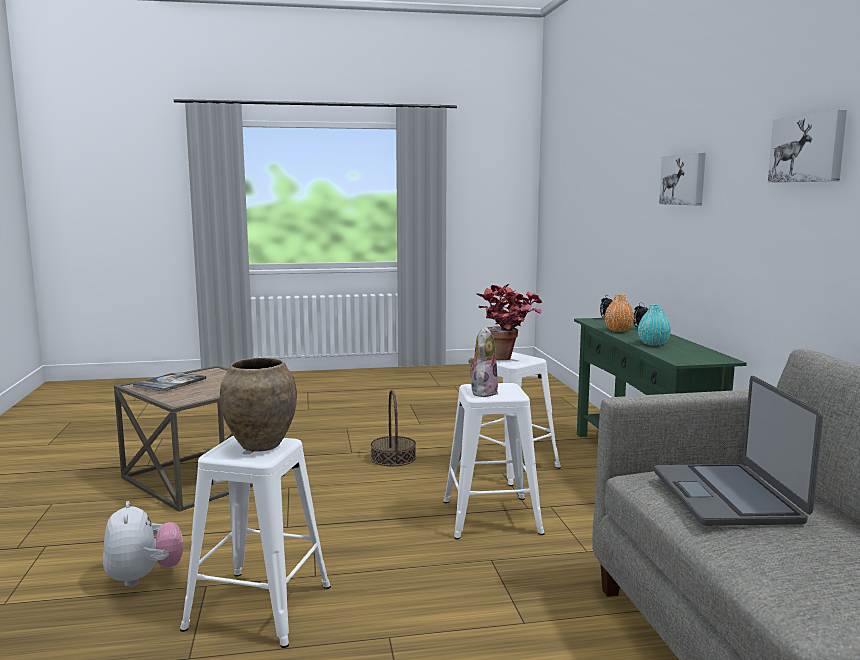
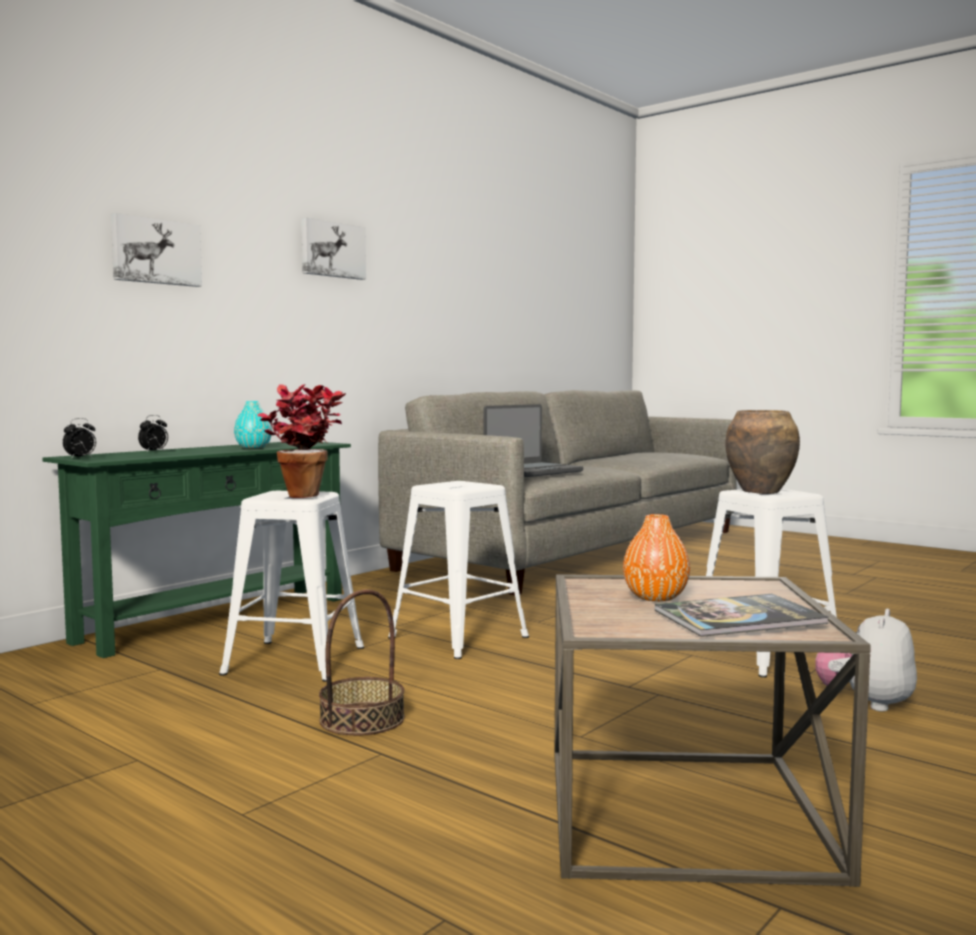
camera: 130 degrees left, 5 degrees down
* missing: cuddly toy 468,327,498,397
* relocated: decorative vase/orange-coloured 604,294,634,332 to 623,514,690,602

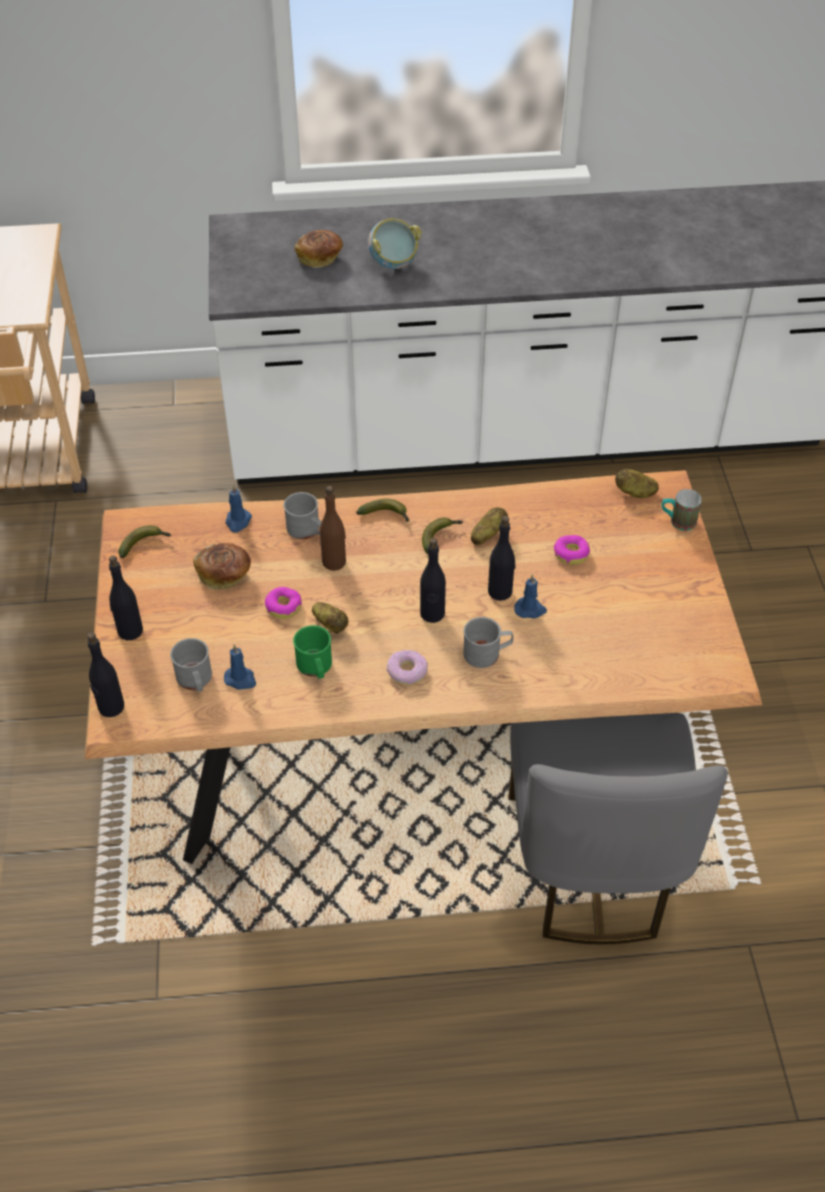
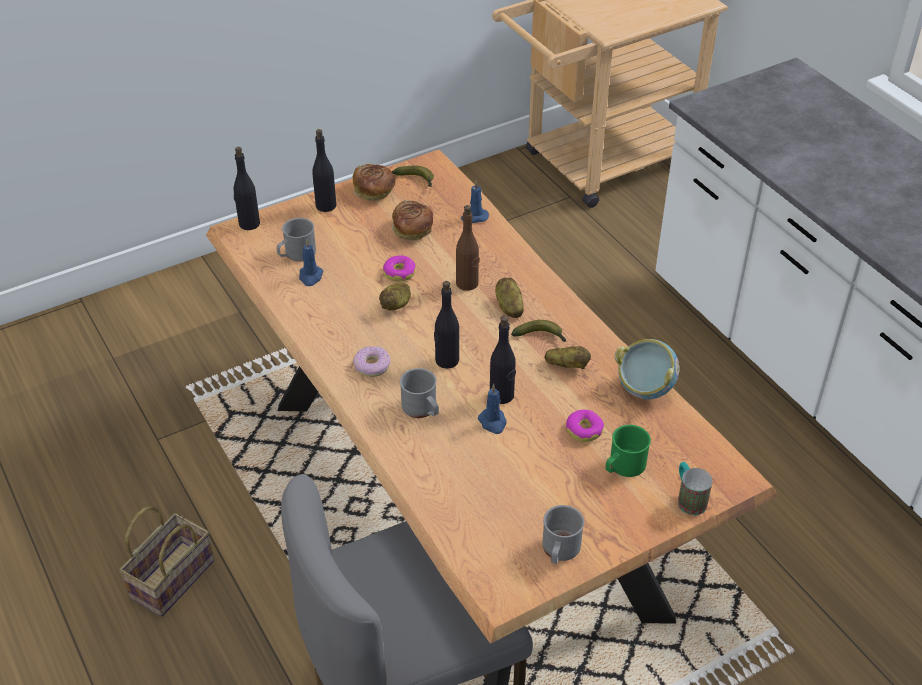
camera: 65 degrees right, 5 degrees down
* missing: banana 356,499,410,522
* appeared: storage basket 119,506,214,617
* relocated: coffee mug/gray 283,492,322,539 to 542,505,584,564
* relocated: coffee mug/green 293,625,332,679 to 605,425,651,477
* relocated: baked bread 295,230,343,268 to 353,164,396,201
* relocated: bowl 368,218,422,269 to 615,339,679,399
* relocated: spud 615,469,659,498 to 495,278,524,318

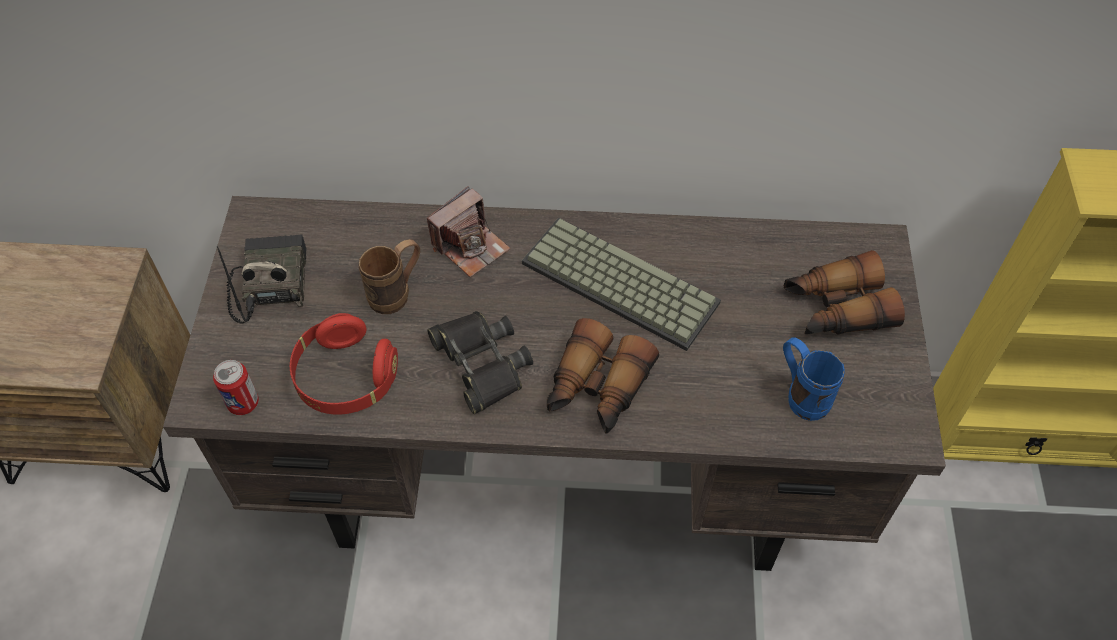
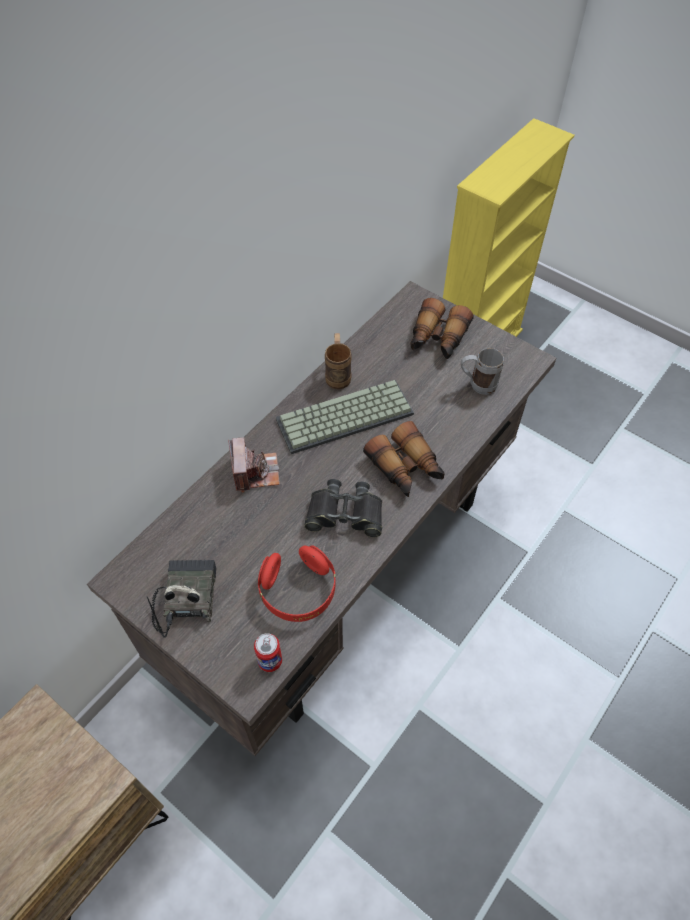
camera: 55 degrees left, 0 degrees up
* relocated: coffee mug/brown-coloured 358,239,420,314 to 325,333,352,389
* colour: coffee mug/blue 783,338,845,421 to coffee mug/gray 461,348,504,395
* spun: radio receiver 217,234,307,323 = 147,560,216,638 60 degrees clockwise

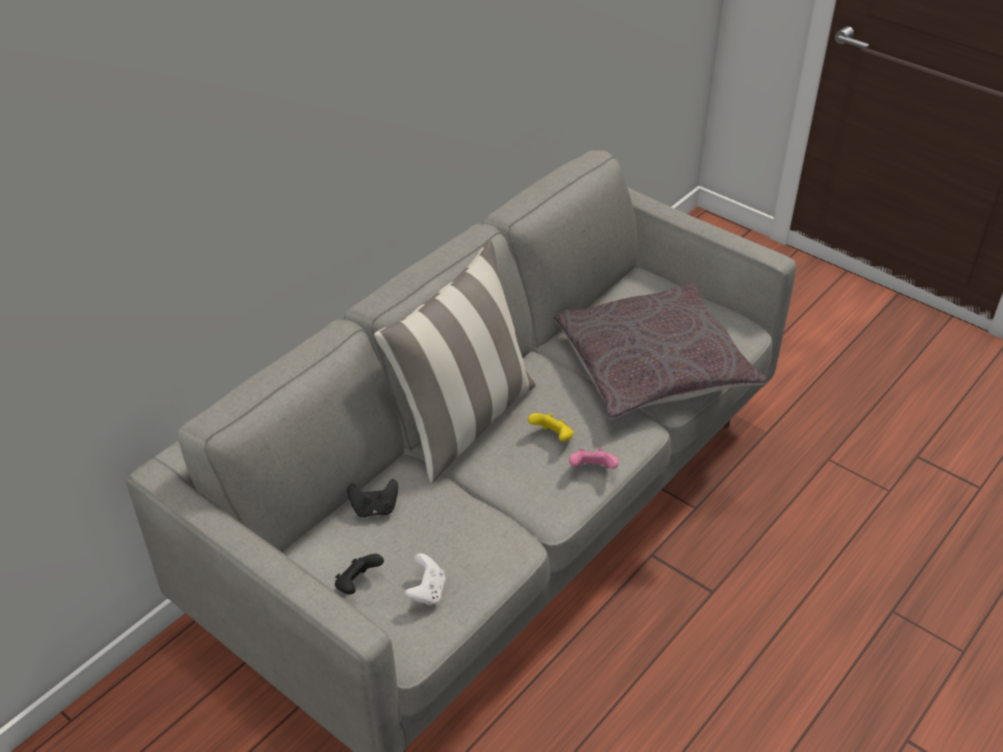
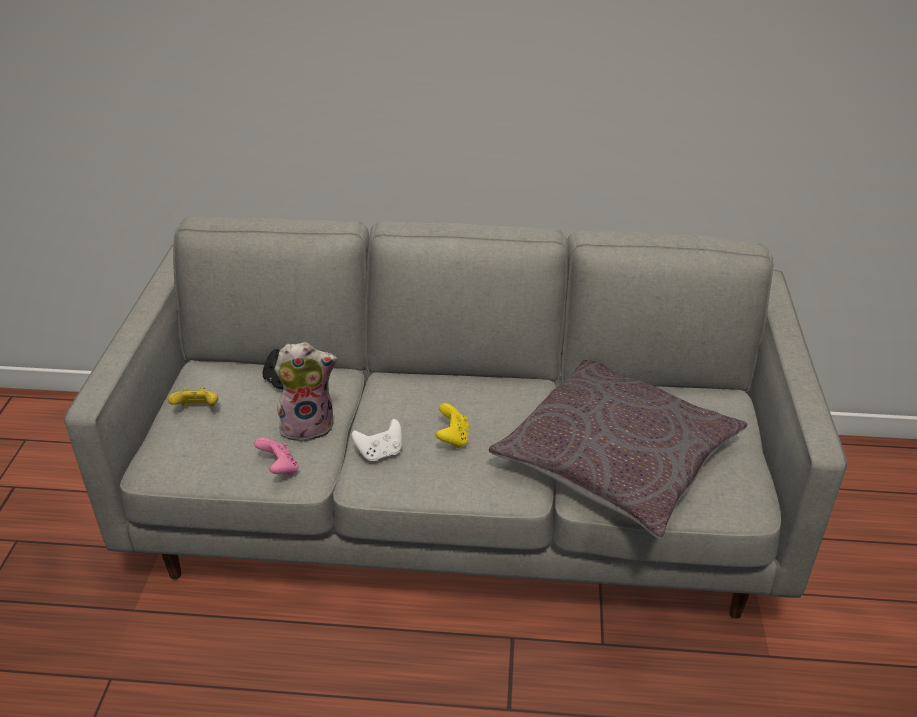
camera: 55 degrees right, 5 degrees down
* missing: throw pillow 374,240,535,484
* appeared: cuddly toy 274,342,337,442
* relocated: joypad/whitish 404,553,446,606 to 351,419,402,462
* relocated: joypad/pink 569,449,619,469 to 254,437,299,476
* colour: joypad/black-coloured 335,554,384,594 to joypad/yellow 168,387,218,407

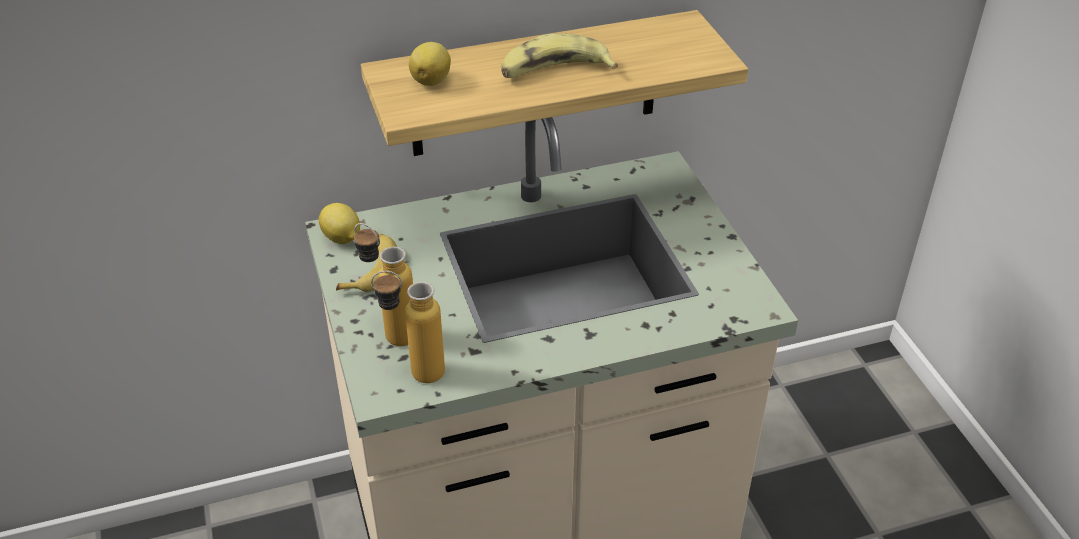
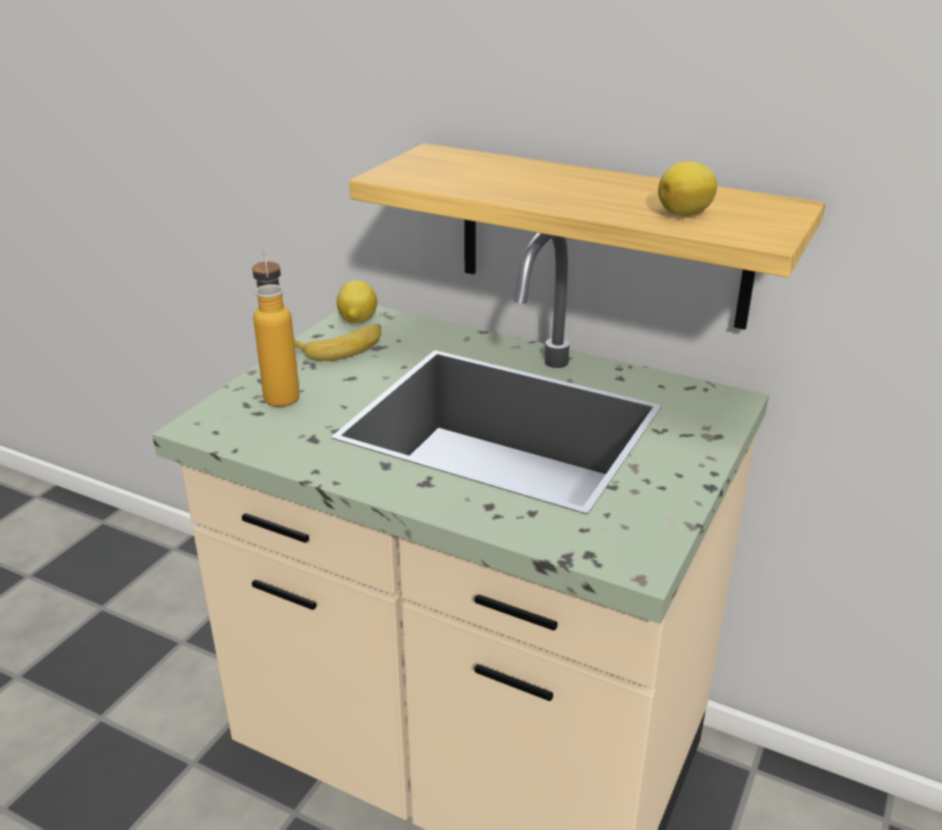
camera: 45 degrees right, 10 degrees down
* missing: drink bottle 371,271,445,383
* missing: banana 501,34,618,78
* relocated: citrus fruit 409,42,451,86 to 658,161,717,216

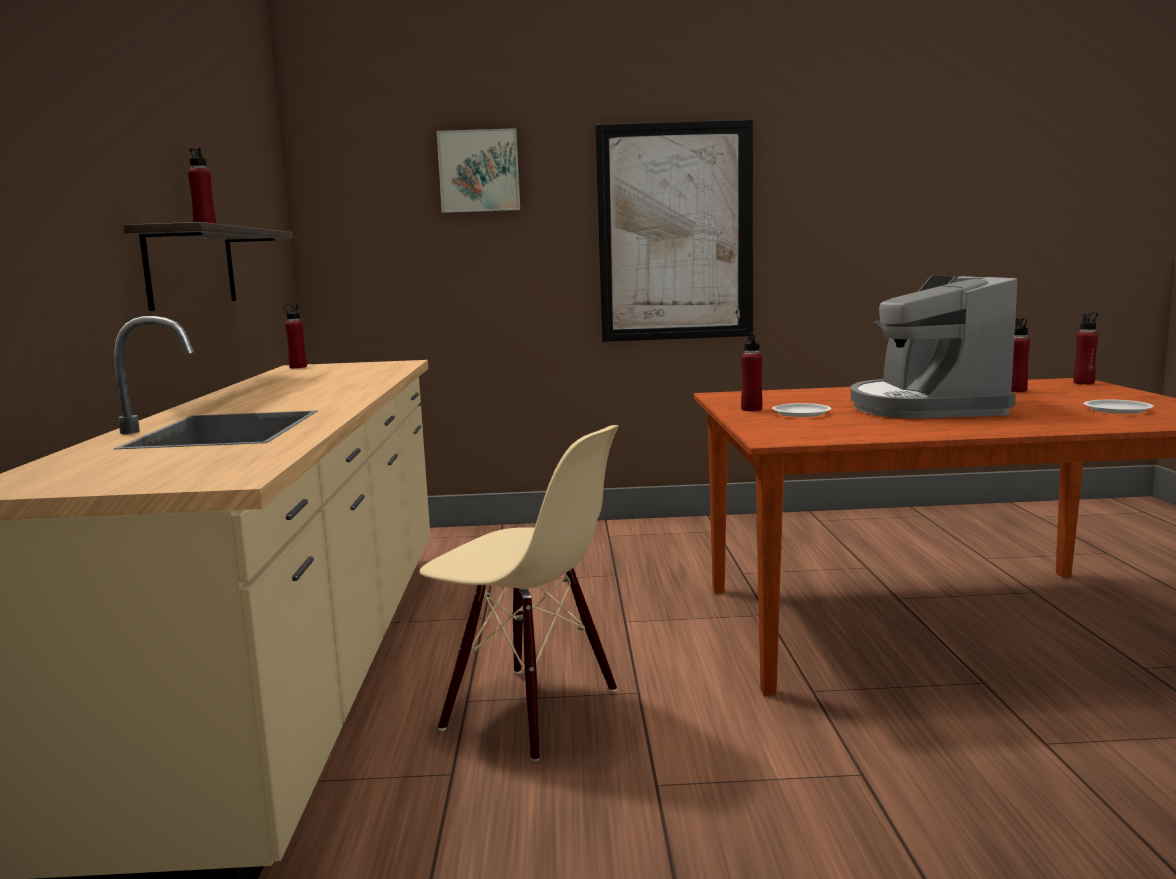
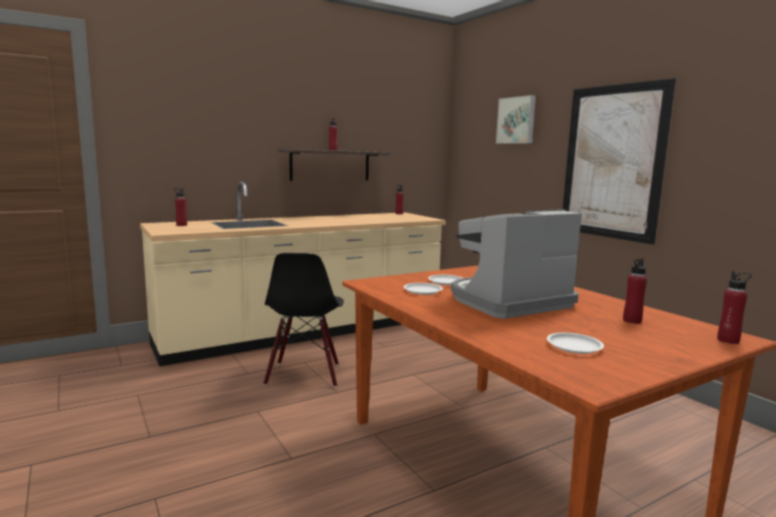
camera: 60 degrees right, 0 degrees up
* appeared: dinner plate/whitish 404,283,443,295
* relocated: drink bottle/reddish 741,332,763,411 to 174,188,187,226
* colour: upright chair/beige-coloured 419,425,618,762 to upright chair/black-coloured 263,253,344,387

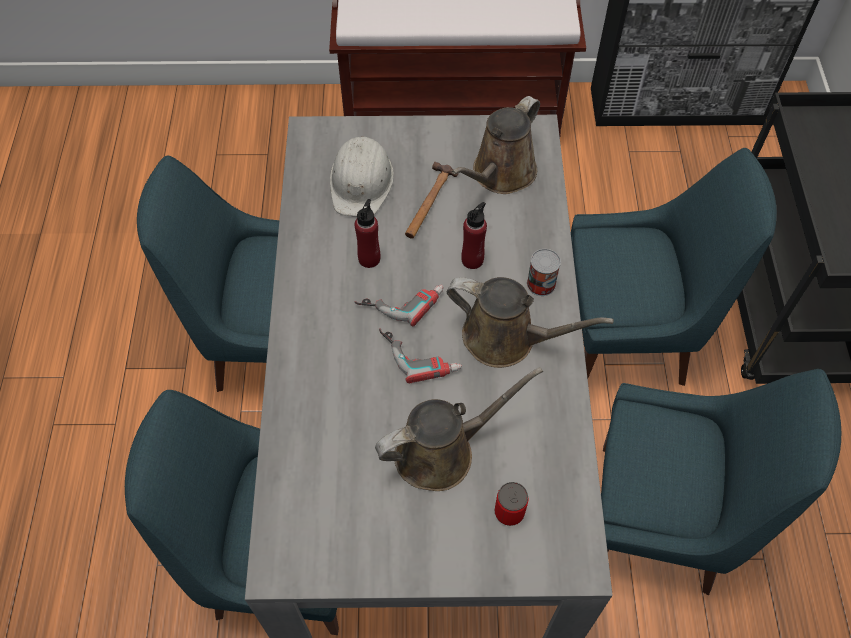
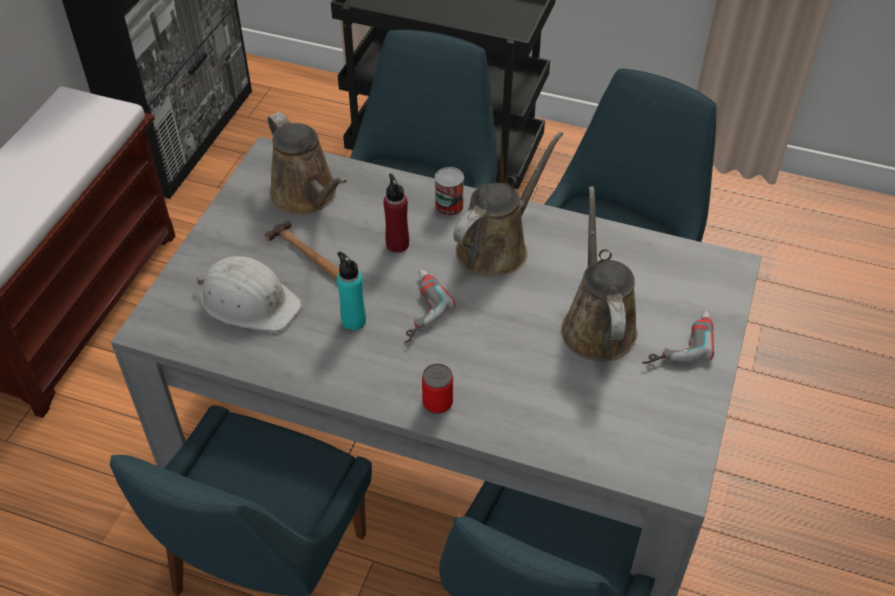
camera: 70 degrees left, 10 degrees down
* relocated: electric drill 379,328,462,383 to 642,310,714,364
* relocated: sealed can 495,482,528,526 to 422,364,453,414
* colour: drink bottle/reddish 355,199,381,268 to drink bottle/turquoise 337,252,366,330

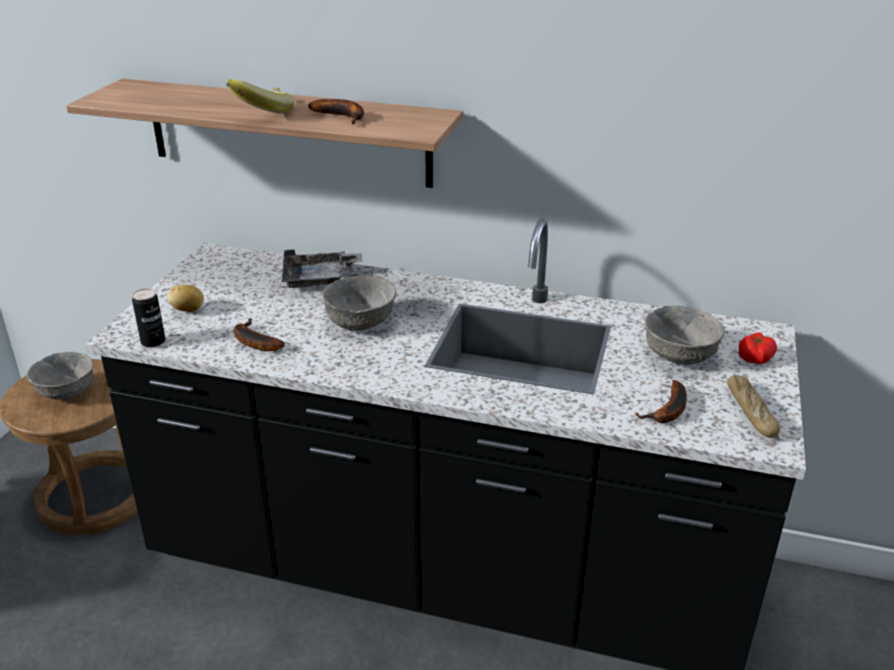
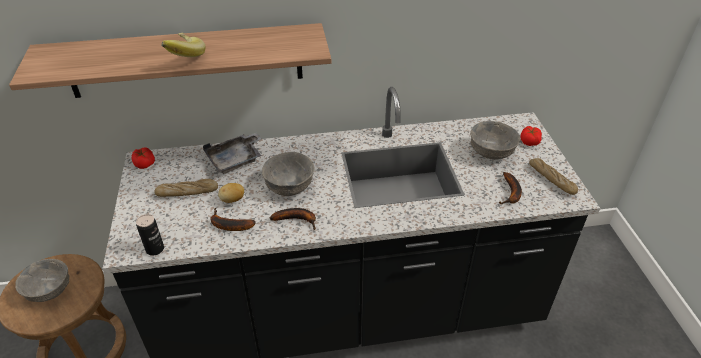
camera: 25 degrees left, 10 degrees up
* appeared: fresh tomato 132,147,155,169
* appeared: baked bread 154,179,218,197
* relocated: spud 168,285,204,312 to 218,183,244,203
* relocated: banana 308,99,364,124 to 270,208,316,230

